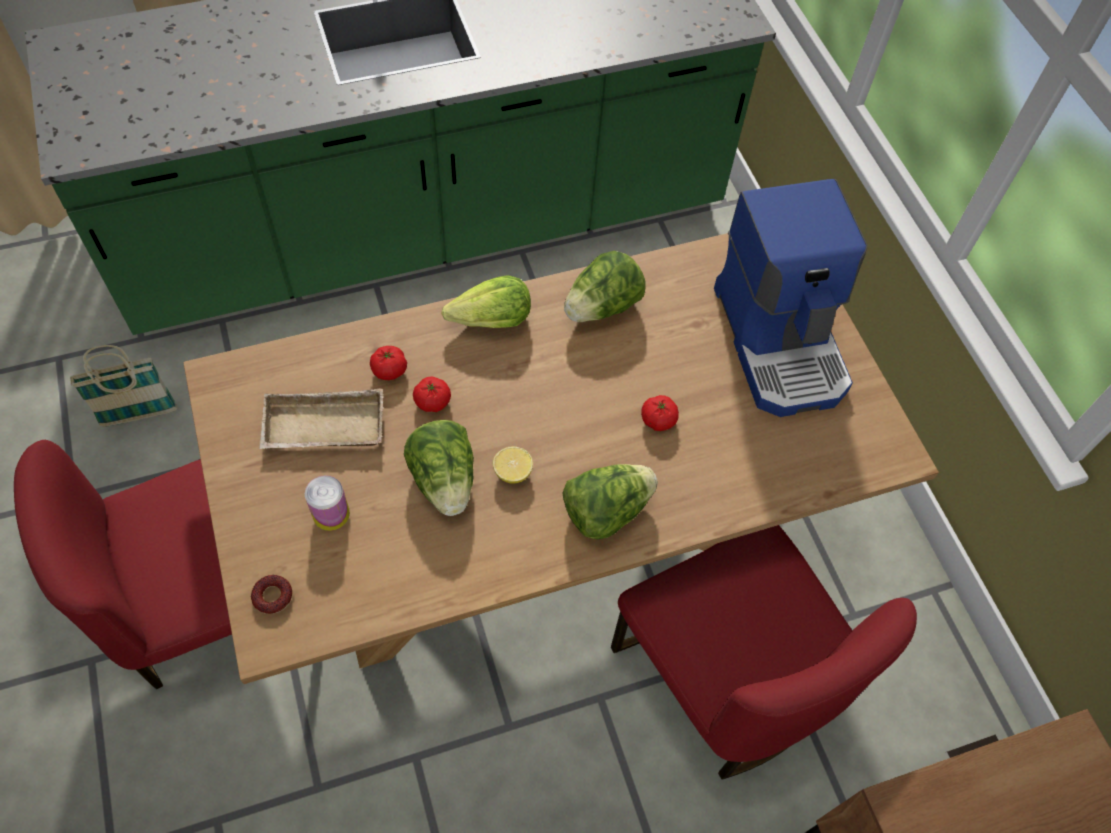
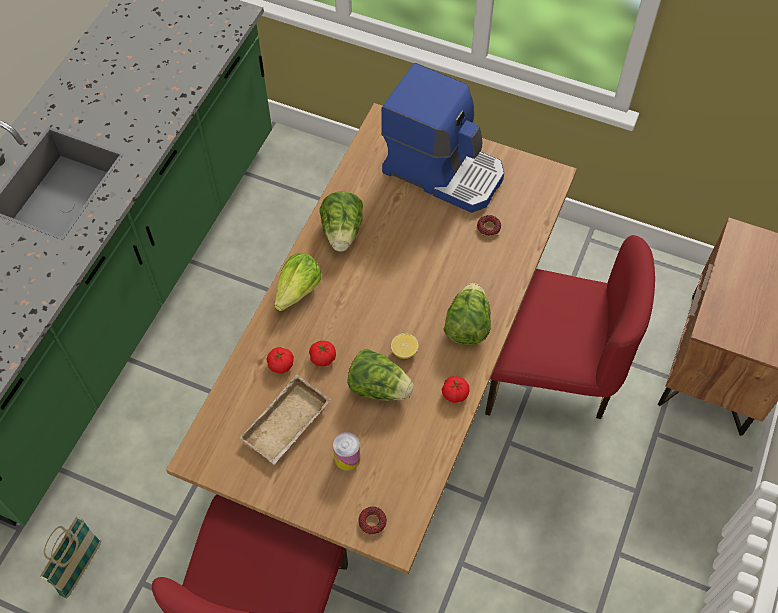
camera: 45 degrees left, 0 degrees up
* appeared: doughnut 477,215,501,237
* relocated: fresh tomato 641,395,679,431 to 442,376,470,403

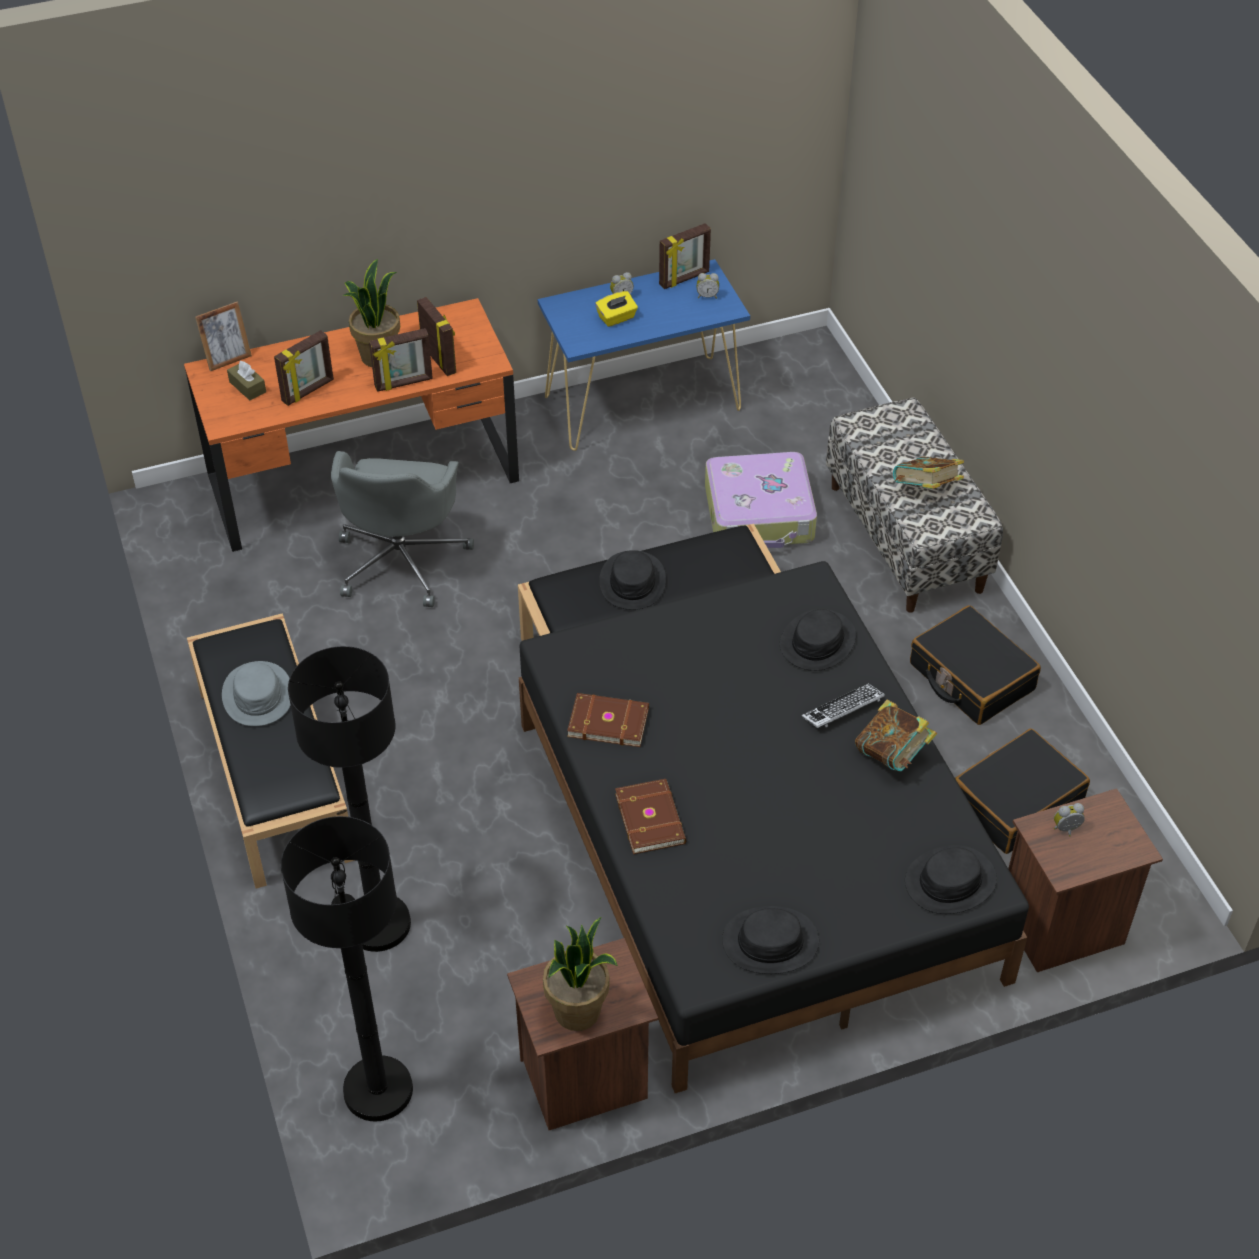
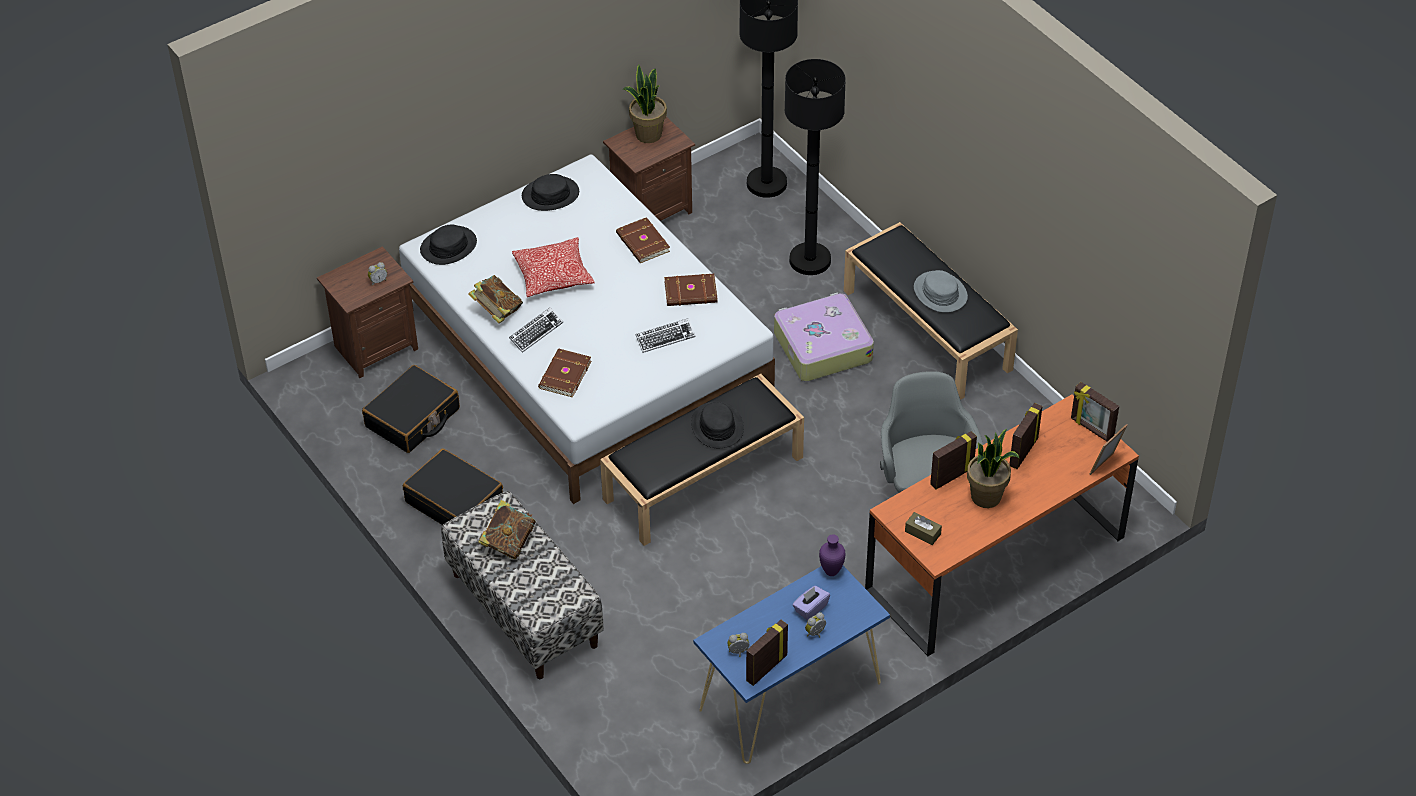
camera: 165 degrees right, 0 degrees up
* appeared: throw pillow 512,237,595,297
* appeared: keyboard 636,318,696,353
* appeared: decorative vase/purplish 819,534,846,576
* relocated: tissue box/brown-coloured 227,361,266,400 to 905,512,942,545
* relocated: picture frame 417,297,456,376 to 1071,382,1119,442
* relocated: piece of luggage 705,452,817,548 to 774,293,874,381
* exchanged: wearable hat/black-coloured 780,609,856,671 to bound book/brown-coloured 538,349,592,397
* colour: sleeping bed/black-coloured 519,561,1029,1093 to sleeping bed/whitish 399,154,775,504
* colour: tissue box/yellow 595,291,638,327 to tissue box/purplish 792,586,830,621

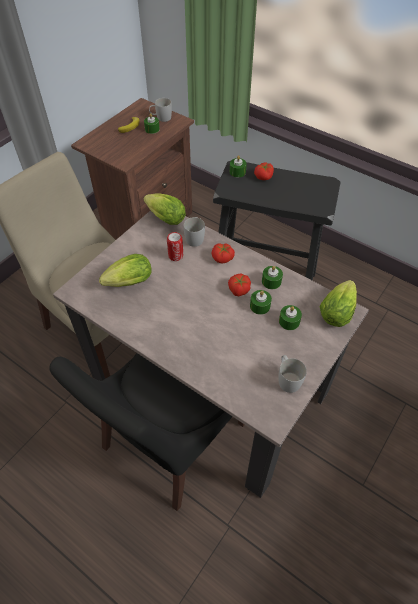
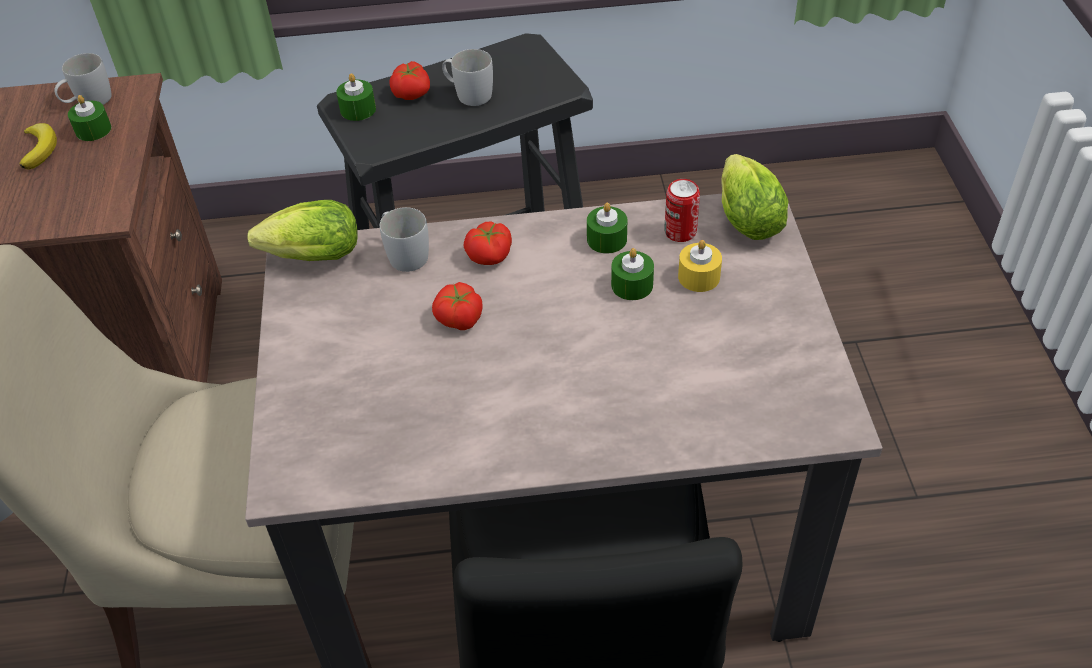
camera: 40 degrees left, 5 degrees down
* missing: lettuce head 99,254,151,287
* relocated: sealed can 167,232,183,261 to 664,179,700,242
* relocated: fresh tomato 228,273,251,296 to 432,282,483,330
* relocated: coffee mug/whitish 278,355,307,393 to 442,49,493,106
* colour: wax candle/green 279,305,302,330 to wax candle/yellow 678,240,722,292

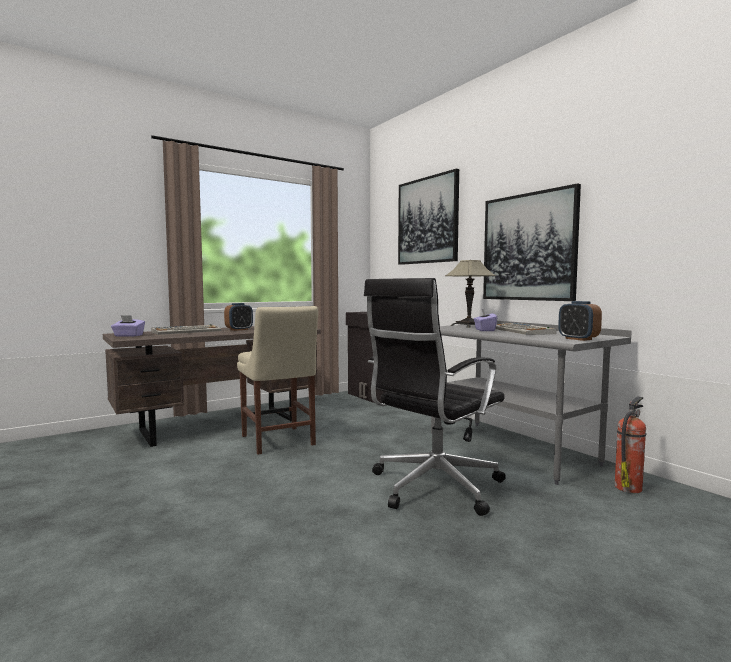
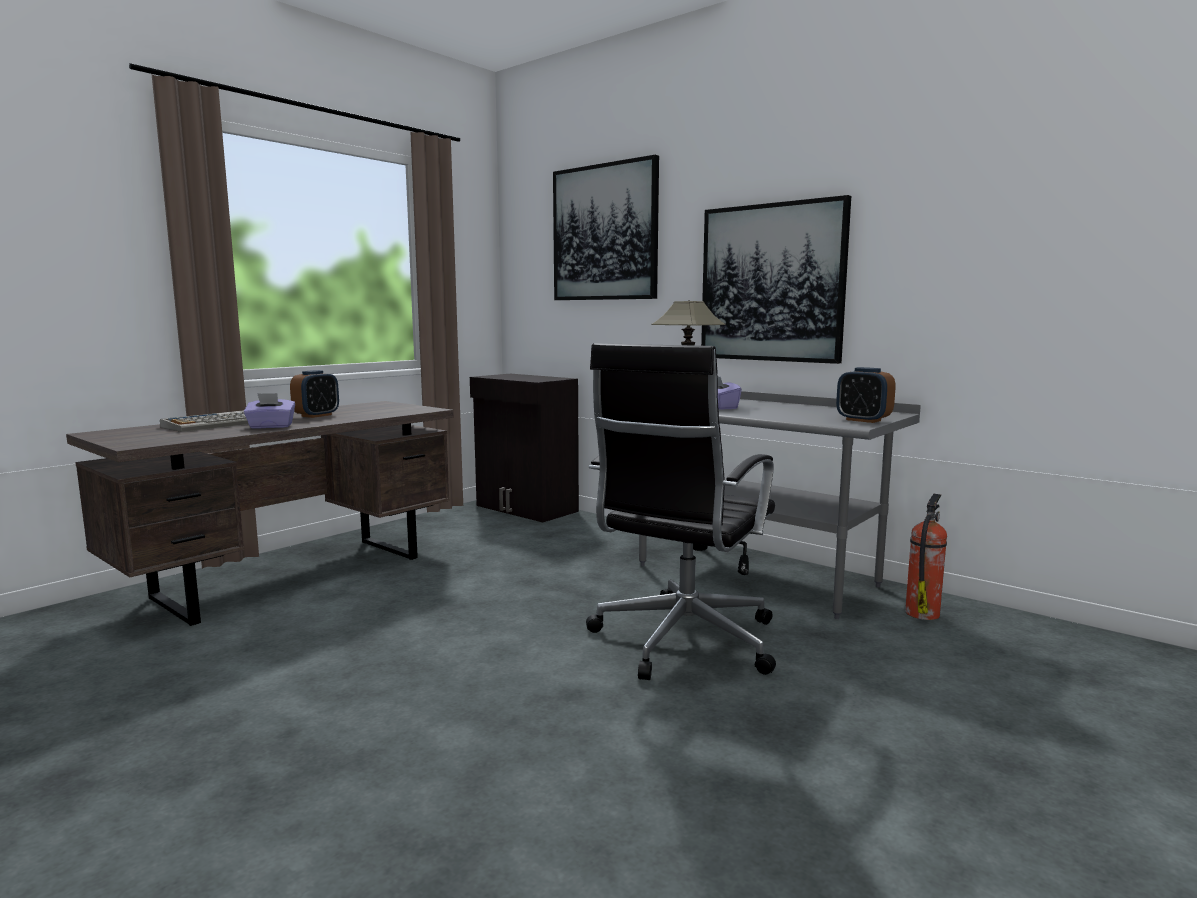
camera: 15 degrees left, 5 degrees up
* missing: upright chair/beige-coloured 237,306,318,455
* missing: keyboard 495,323,556,335
* relocated: tissue box/purplish 111,315,145,337 to 244,393,295,429

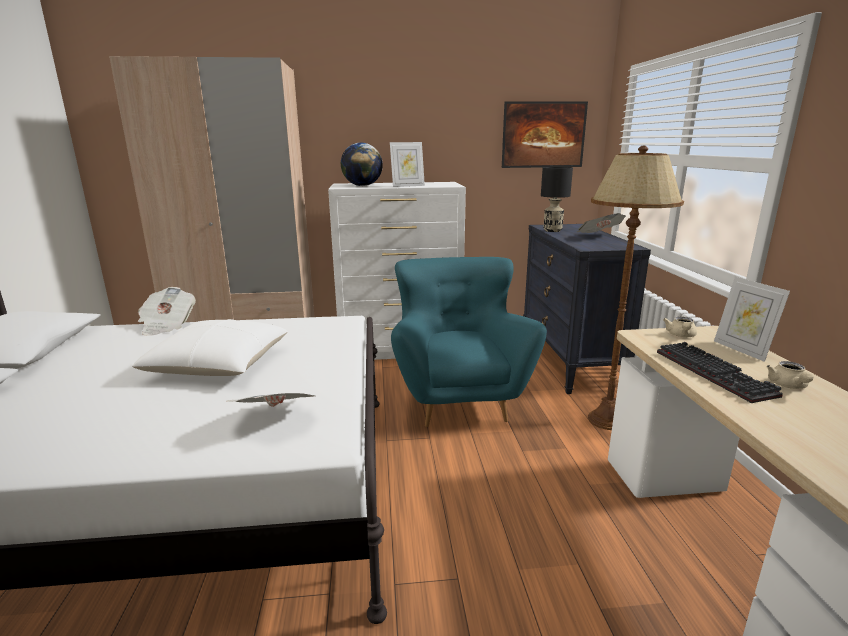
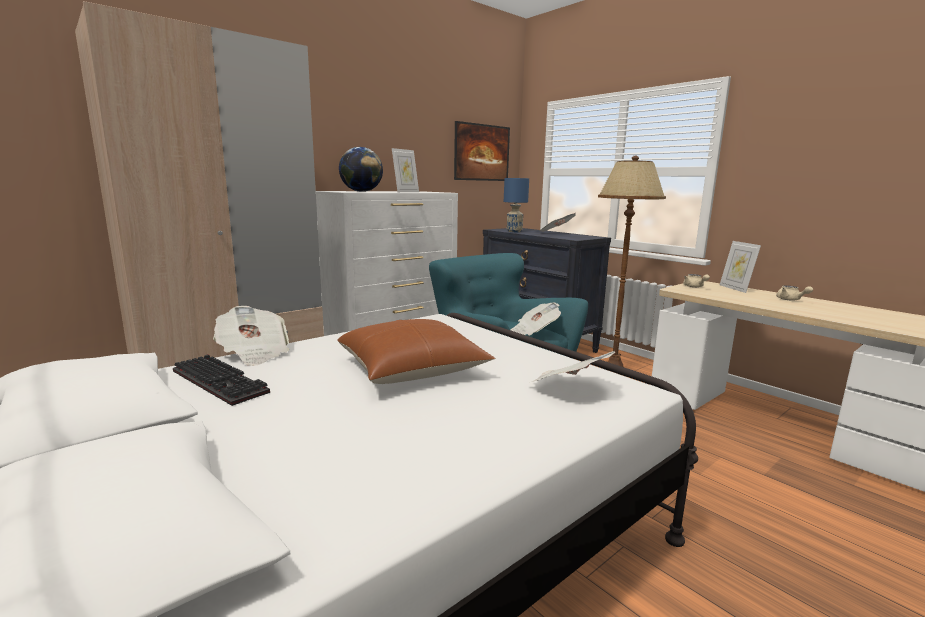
camera: 35 degrees left, 5 degrees down
* appeared: printed paper 511,303,561,336
* relocated: keyboard 657,342,783,403 to 173,354,270,406
* colour: throw pillow/whitish 132,319,288,376 to throw pillow/brown-coloured 337,319,495,384
* colour: table lamp/black-coloured 541,167,573,232 to table lamp/blue 504,178,529,233
* spun: picture frame 714,277,790,362 = 720,241,761,293 45 degrees clockwise

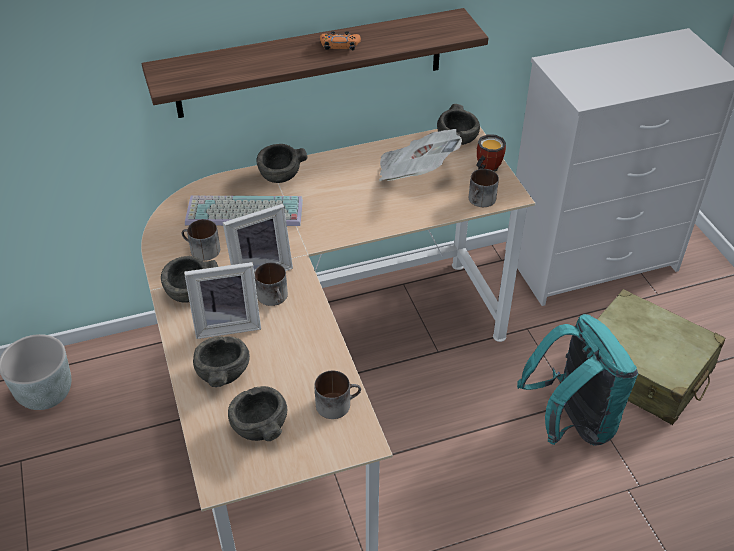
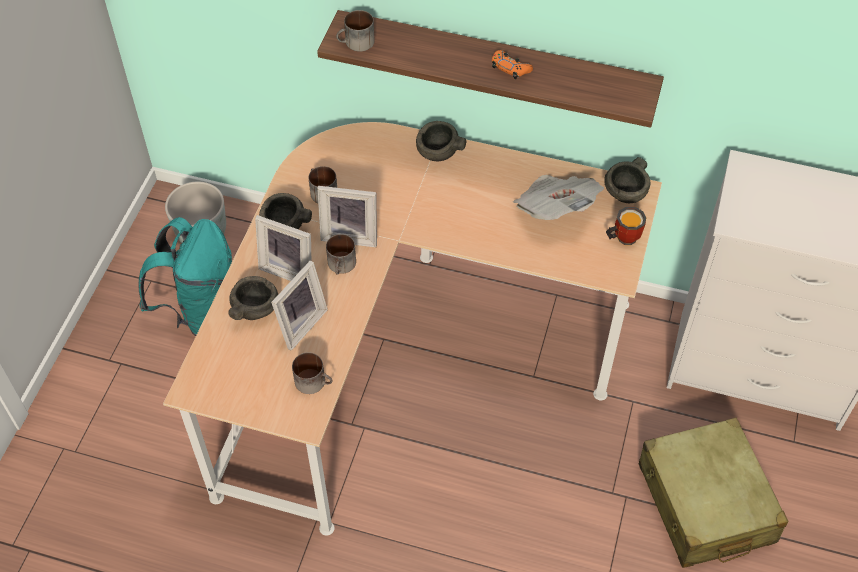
camera: 35 degrees right, 10 degrees up
* missing: keyboard 185,196,303,226
* missing: bowl/gray 228,386,287,441
* appeared: picture frame 271,260,328,350
* relocated: coffee mug 469,169,499,207 to 336,10,375,52
* relocated: backpack/turquoise 517,314,638,446 to 139,217,232,336

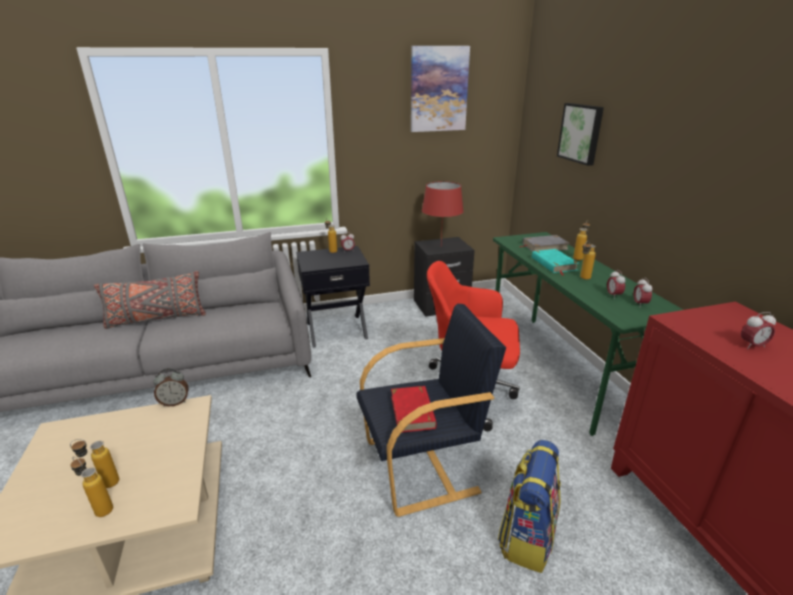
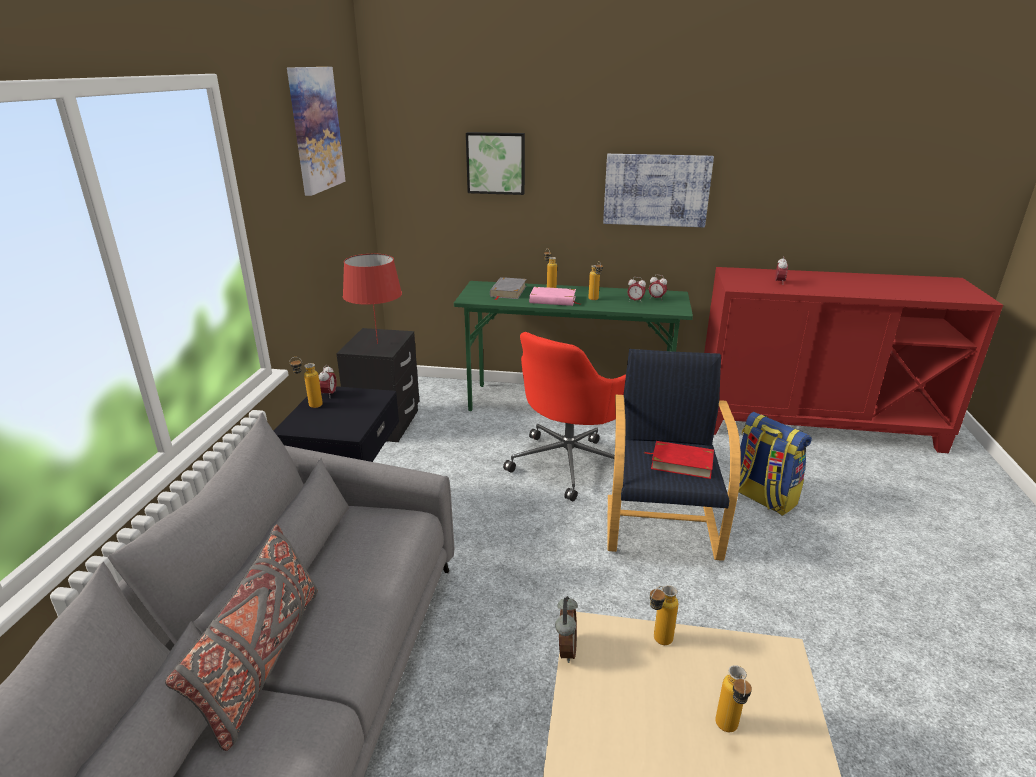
camera: 65 degrees left, 0 degrees up
* appeared: wall art 603,154,714,227
* relocated: drink bottle 70,456,113,517 to 650,585,678,645
* colour: bound book/turquoise 532,249,579,276 to bound book/pink 529,287,581,306

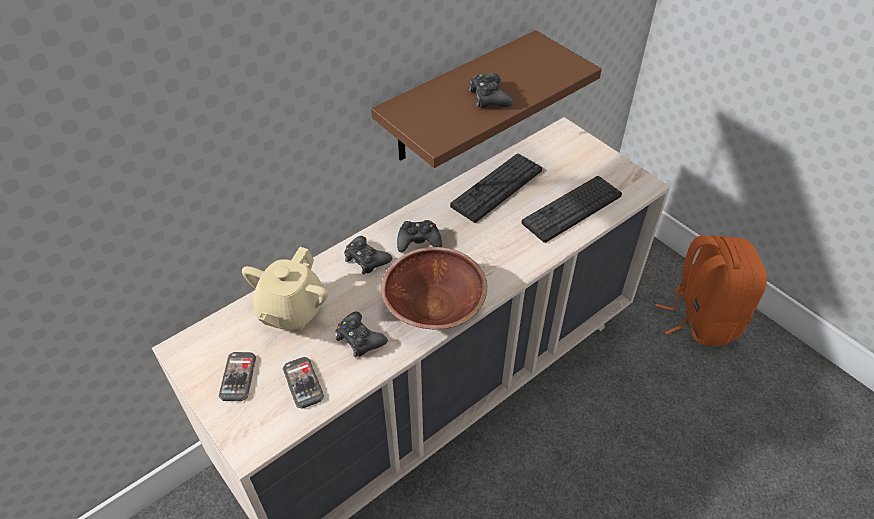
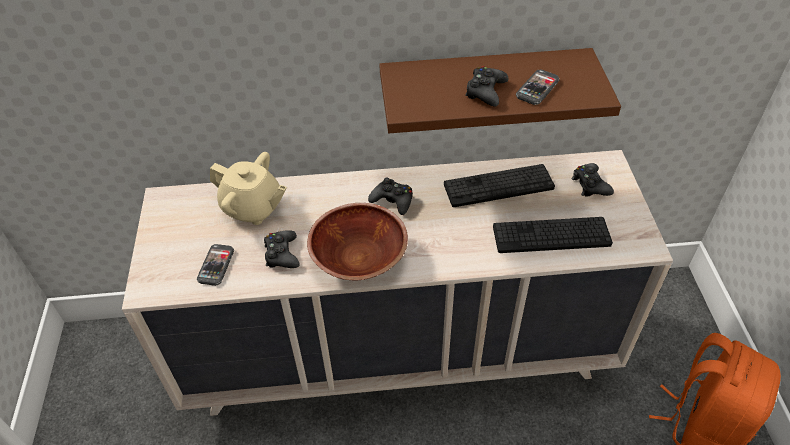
camera: 35 degrees right, 0 degrees up
* relocated: handset 219,352,256,401 to 516,70,559,105
* relocated: joypad/black-coloured 344,236,392,274 to 572,163,614,197
* spun: tea pot/beige-coloured 242,247,328,331 = 210,152,287,225 120 degrees counterclockwise

